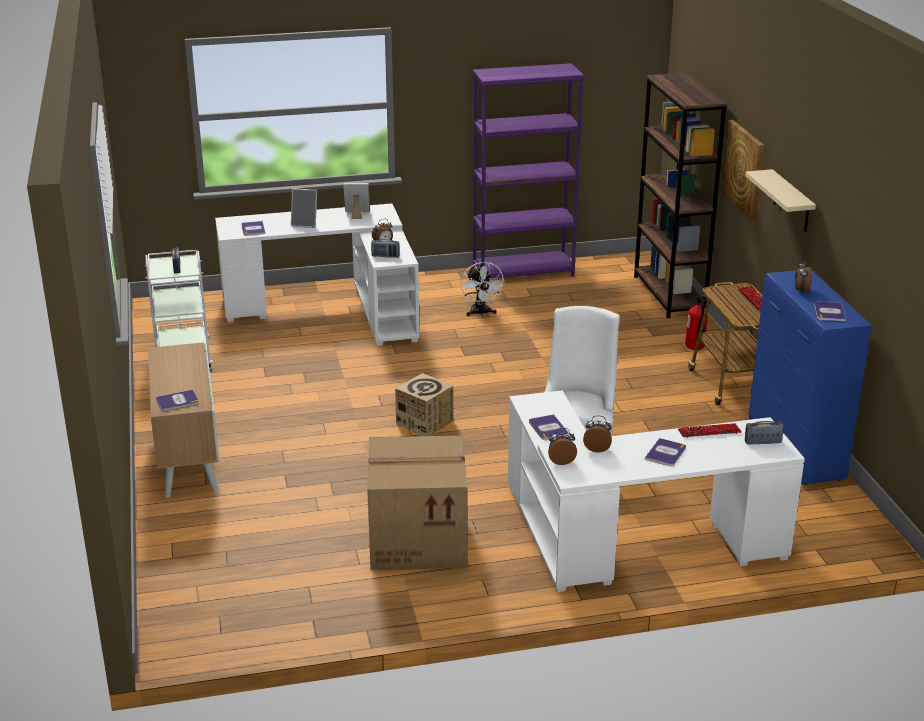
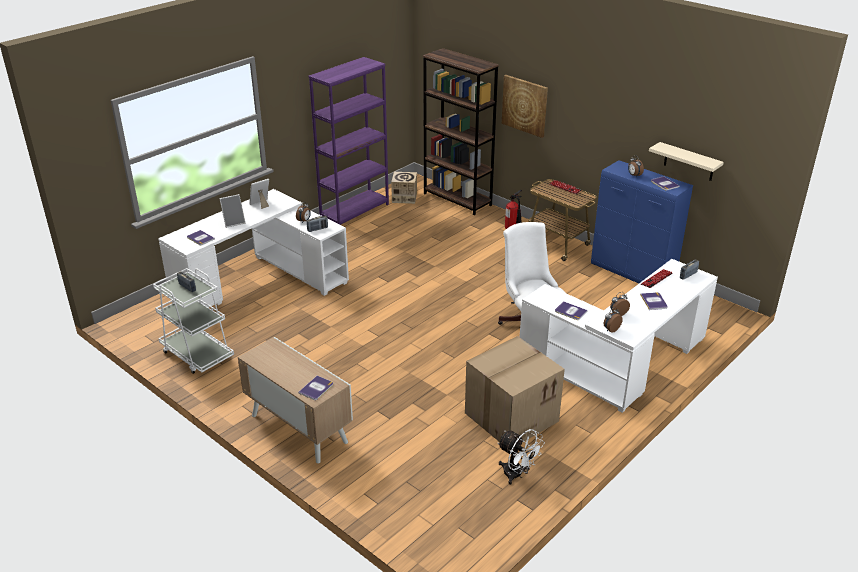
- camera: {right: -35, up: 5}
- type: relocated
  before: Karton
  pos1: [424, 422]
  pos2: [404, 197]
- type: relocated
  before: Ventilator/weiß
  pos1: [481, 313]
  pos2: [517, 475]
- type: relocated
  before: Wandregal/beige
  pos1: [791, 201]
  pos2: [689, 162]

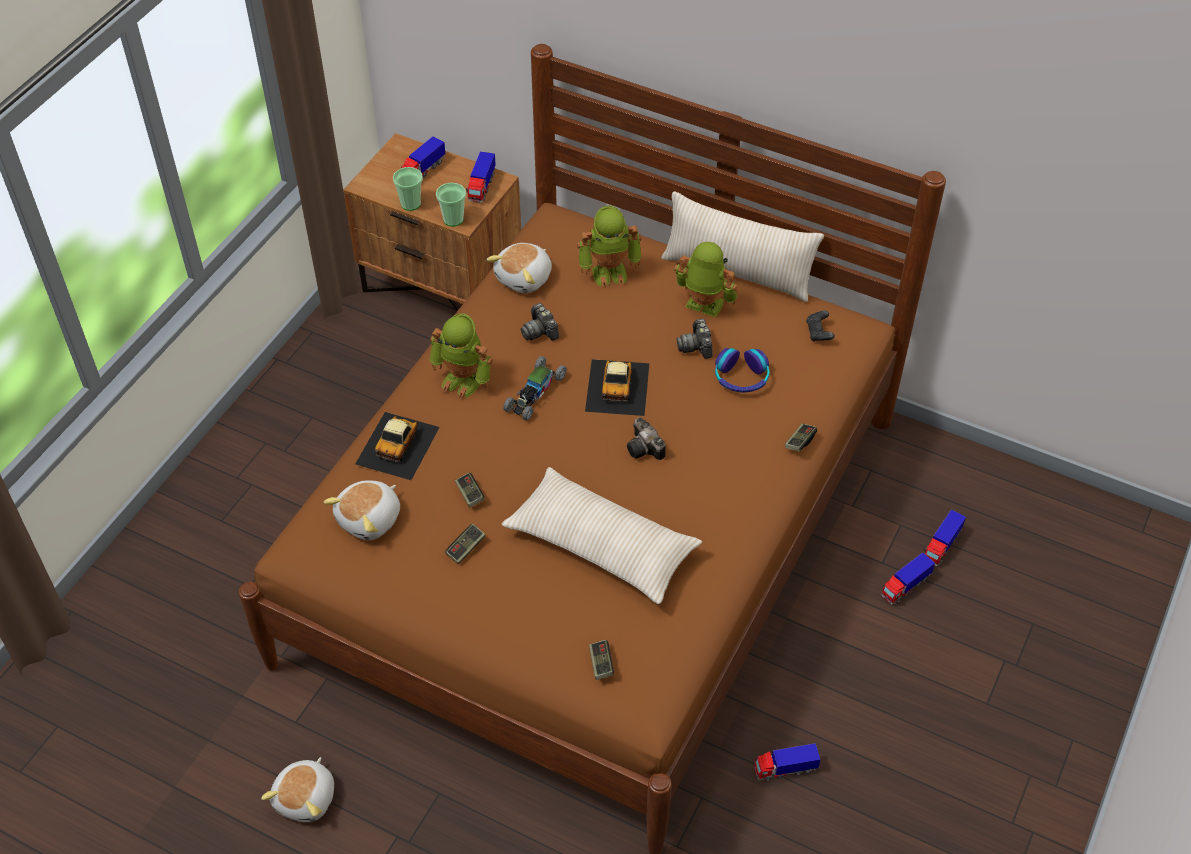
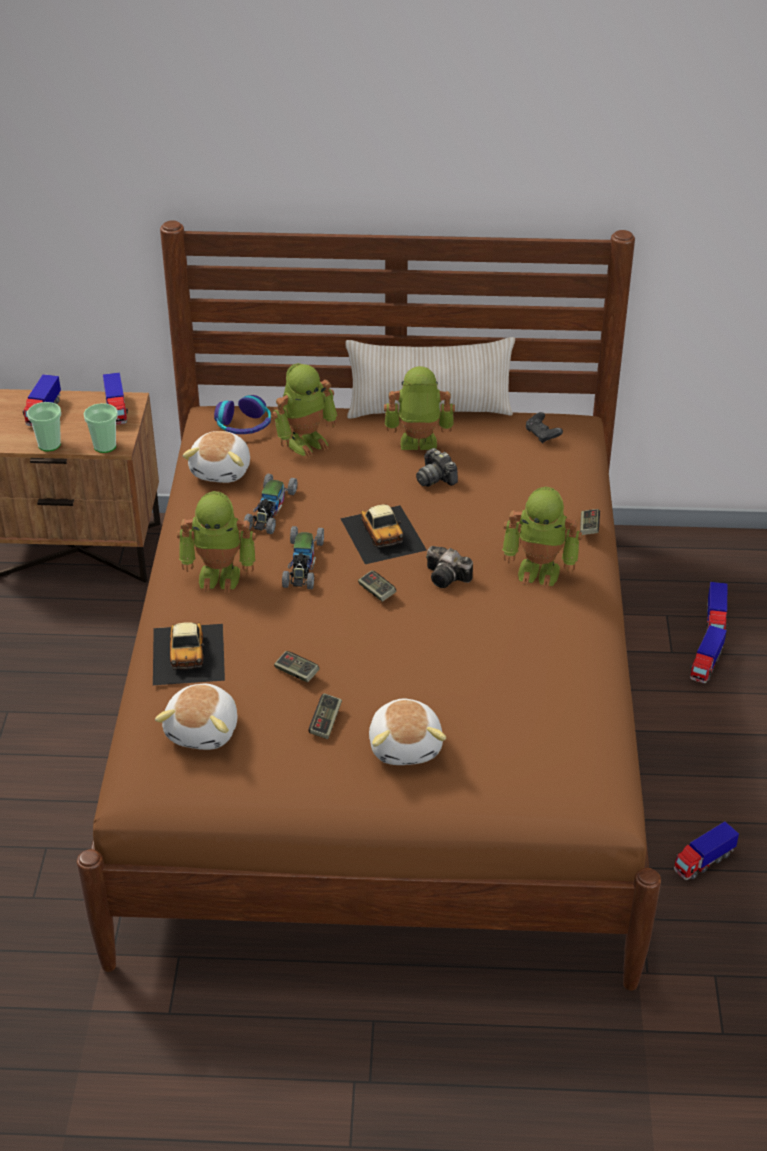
- camera: {right: -25, up: -10}
- type: missing
  before: Kissen/beige
  pos1: [601, 545]
- type: appeared
  after: Spielzeugroboter
  pos2: [540, 570]
- type: relocated
  before: Plüschtier
  pos1: [307, 798]
  pos2: [406, 745]
- type: relocated
  before: Gamepad
  pos1: [601, 663]
  pos2: [377, 592]
- type: relocated
  before: Kopfhörer
  pos1: [741, 377]
  pos2: [244, 425]
- type: exchanged
  before: Kamera
  after: Spielzeugauto
  pos1: [540, 331]
  pos2: [270, 510]

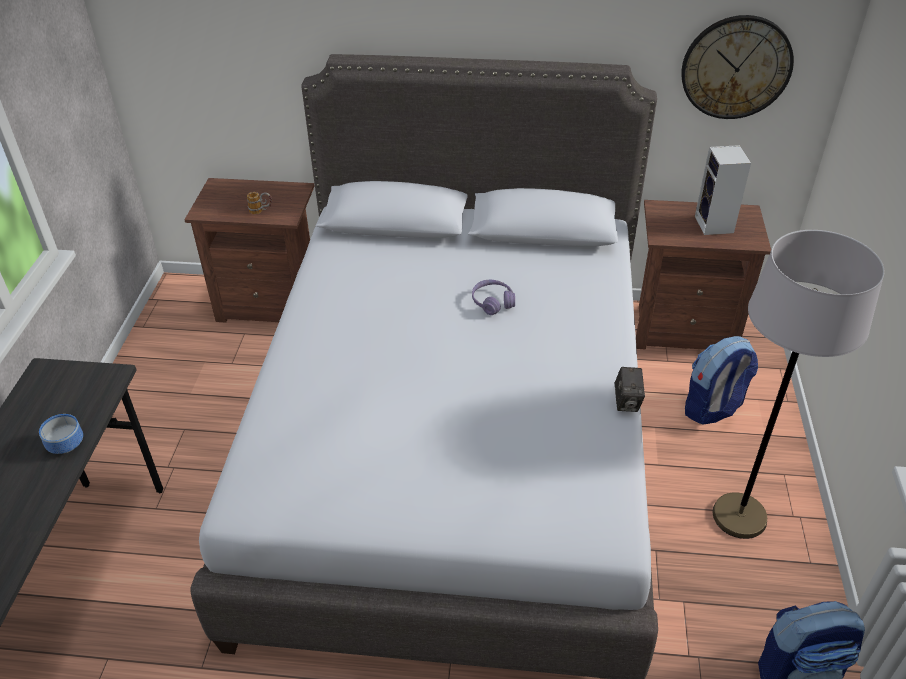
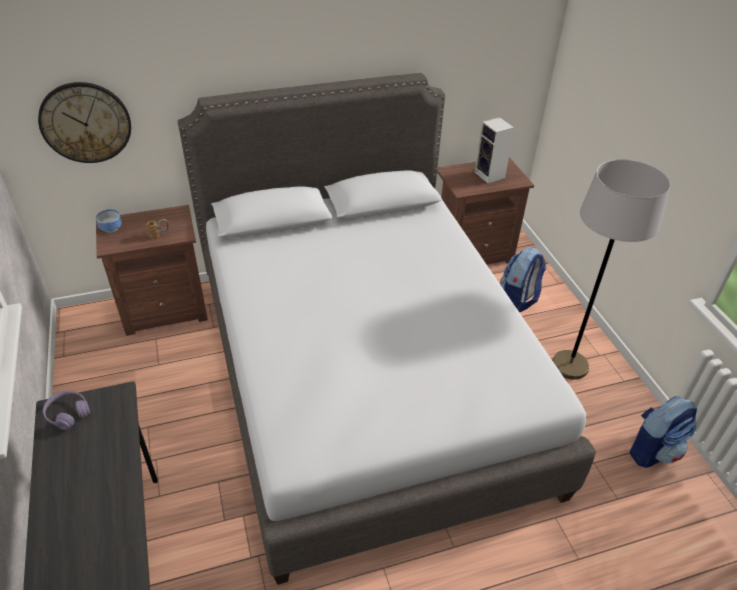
- camera: {right: -25, up: 0}
- type: missing
  before: Kamera
  pos1: [627, 402]
- type: relocated
  before: Schüssel
  pos1: [64, 445]
  pos2: [110, 228]
- type: relocated
  before: Kopfhörer/lila
  pos1: [493, 302]
  pos2: [68, 414]
- type: relocated
  before: Wanduhr
  pos1: [736, 67]
  pos2: [85, 123]

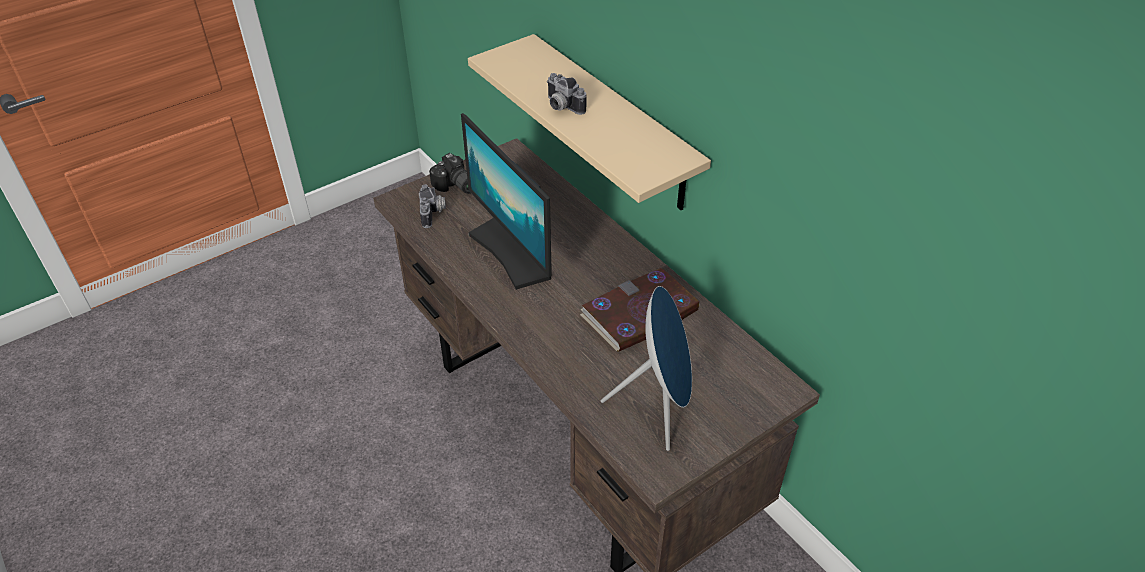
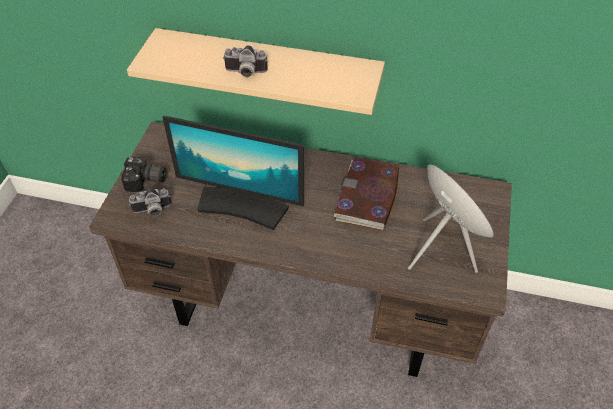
- camera: {right: -40, up: 5}
- type: spun
  before: Kamera
  pos1: [433, 213]
  pos2: [152, 211]
  turn: 120

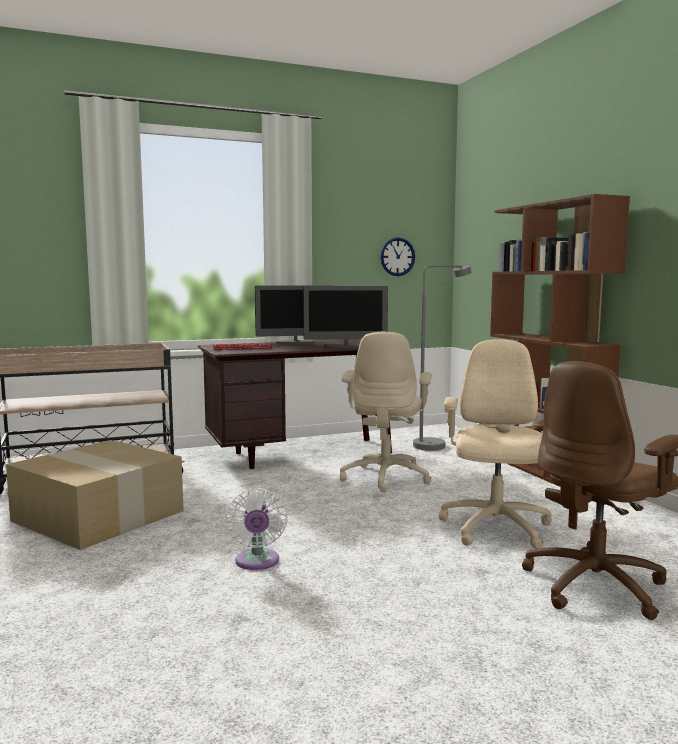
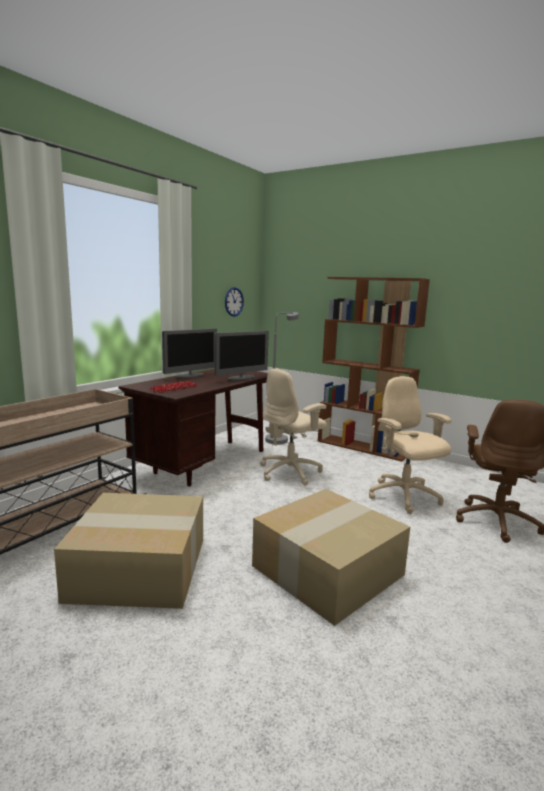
- camera: {right: -35, up: 5}
- type: exchanged
  before: Ventilator/weiß
  after: Karton
  pos1: [257, 562]
  pos2: [327, 568]
- type: spun
  before: Bürostuhl/beige
  pos1: [386, 477]
  pos2: [290, 472]
  turn: 75

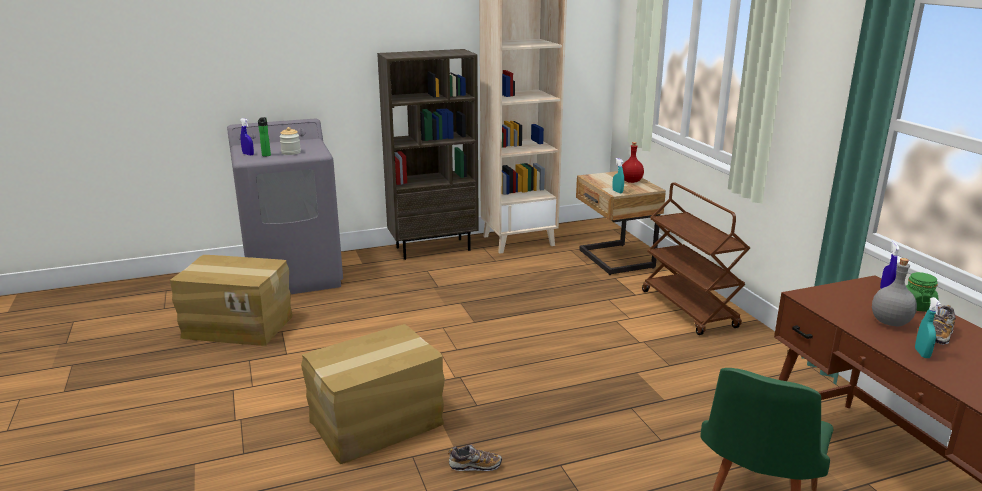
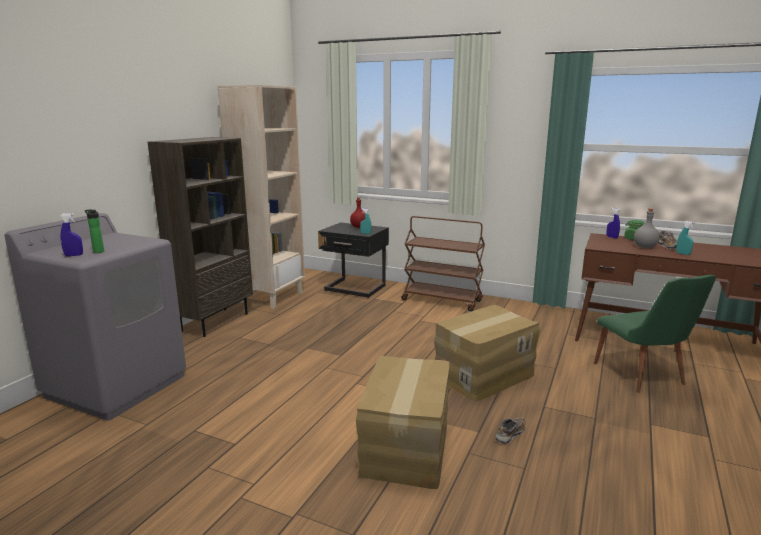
- camera: {right: -45, up: -5}
- type: missing
  before: Vorratsglas
  pos1: [291, 152]
- type: relocated
  before: Karton
  pos1: [238, 326]
  pos2: [483, 375]
- type: colour
  before: Nachttisch/beige
  after: Nachttisch/schwarz
  pos1: [614, 260]
  pos2: [354, 289]

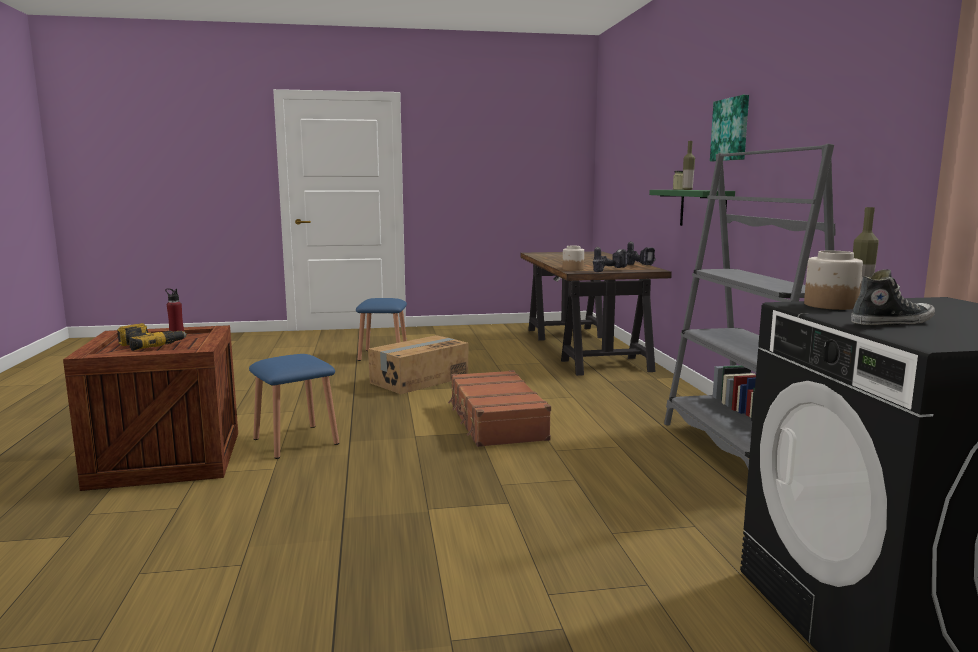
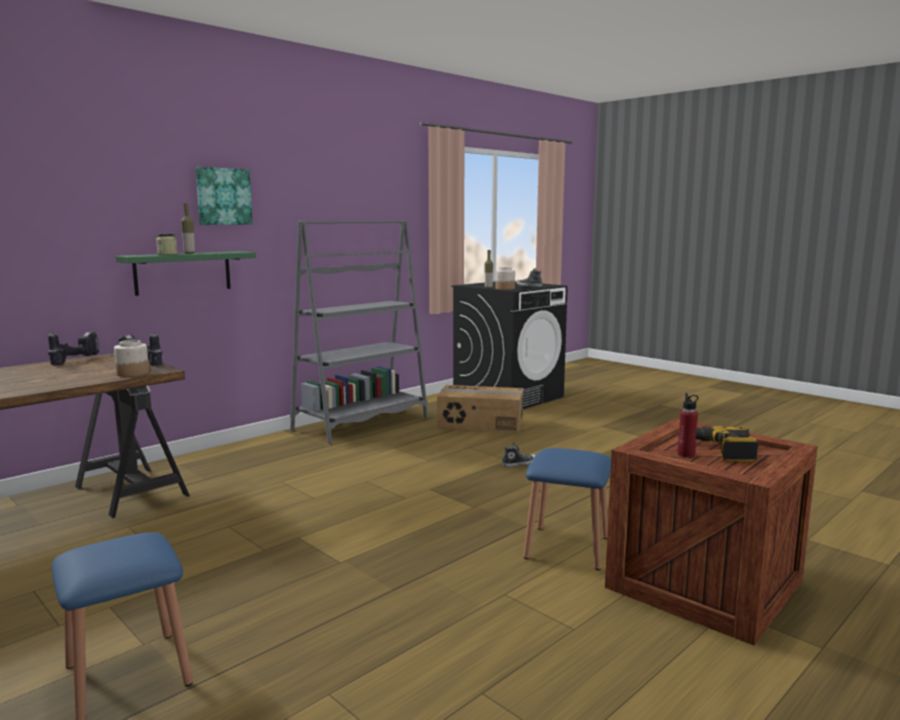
- camera: {right: -125, up: 0}
- type: missing
  before: Koffer/braun
  pos1: [496, 422]
- type: appeared
  after: Schuh
  pos2: [519, 464]
- type: relocated
  before: Karton
  pos1: [419, 380]
  pos2: [481, 424]

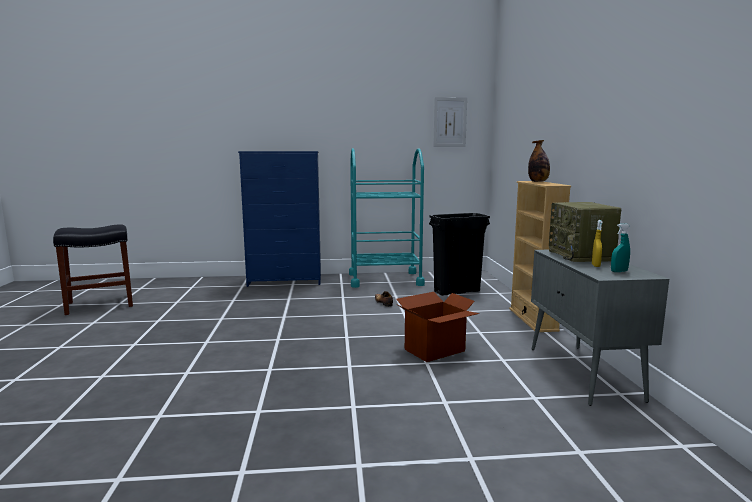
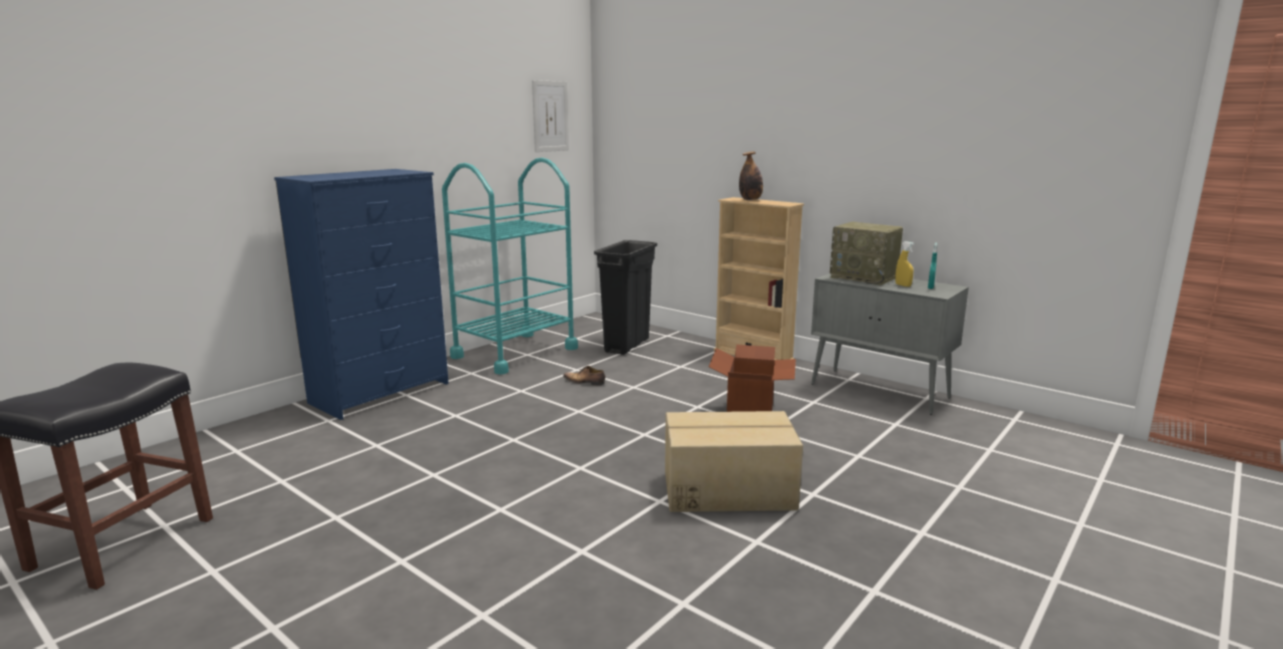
- camera: {right: -45, up: 5}
- type: appeared
  after: Karton
  pos2: [727, 490]

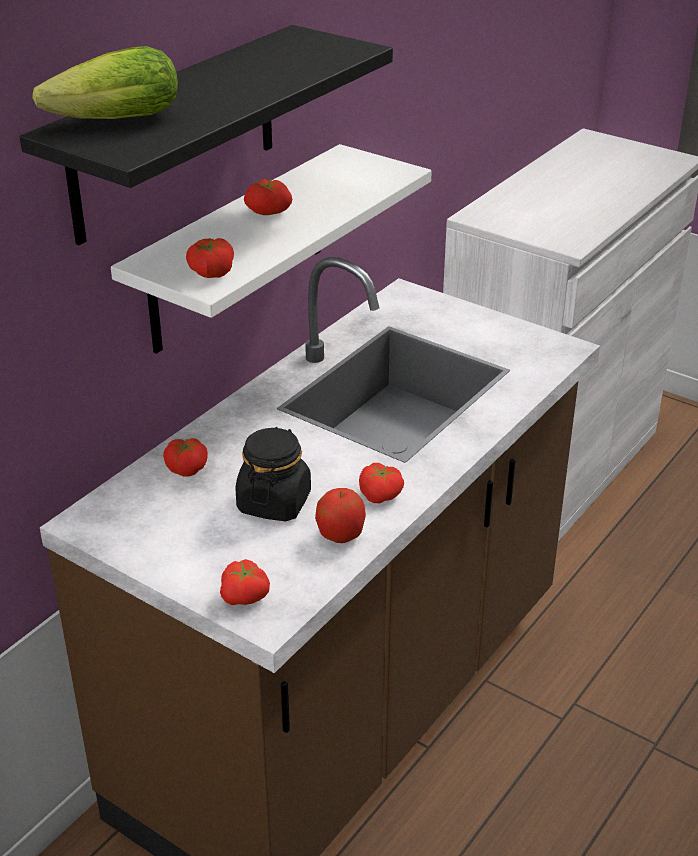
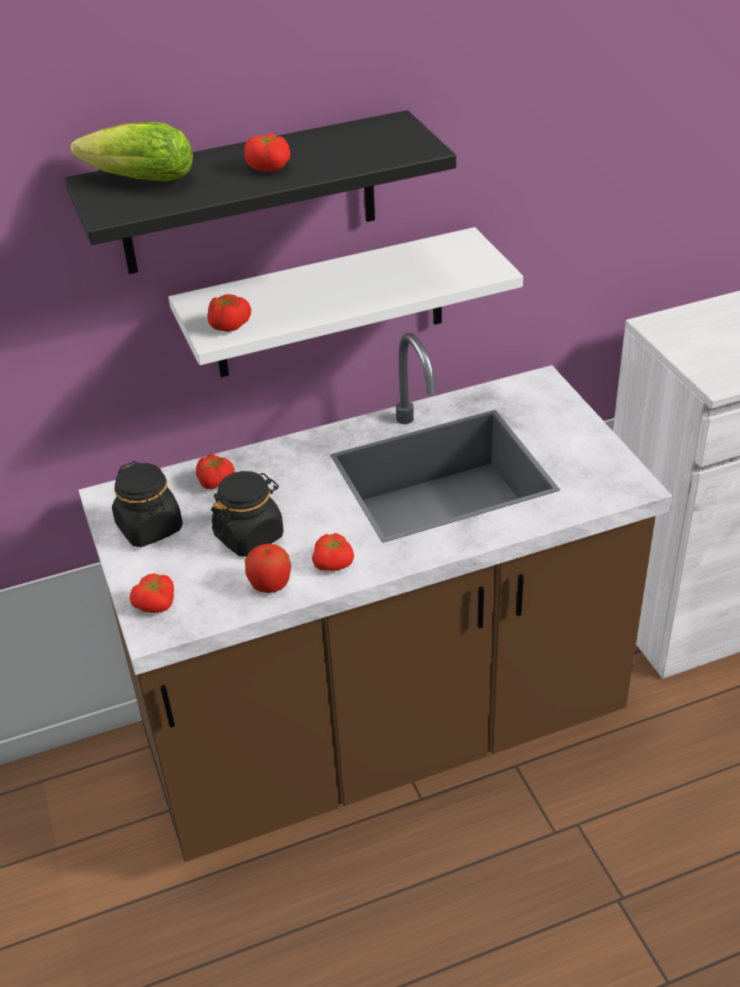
- camera: {right: 35, up: 5}
- type: appeared
  after: Vorratsglas/schwarz
  pos2: [150, 528]
- type: relocated
  before: Tomate
  pos1: [268, 210]
  pos2: [270, 167]

